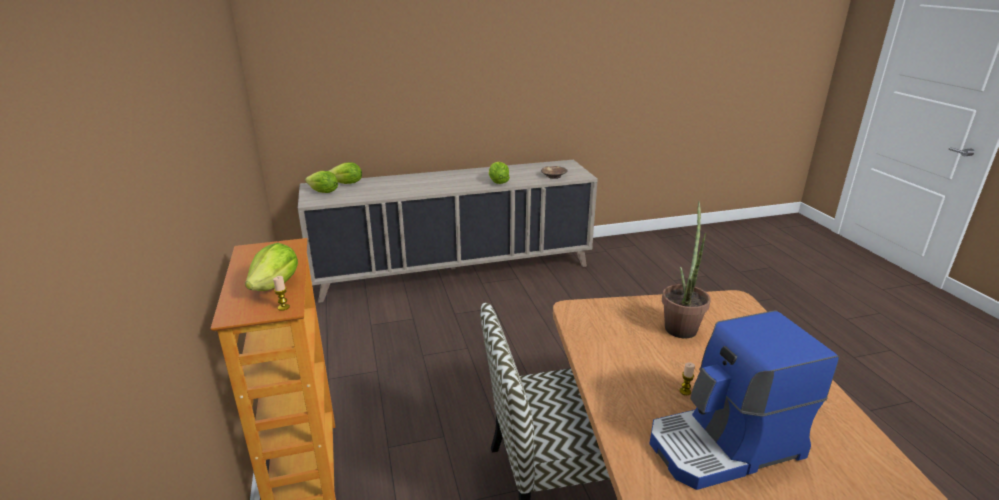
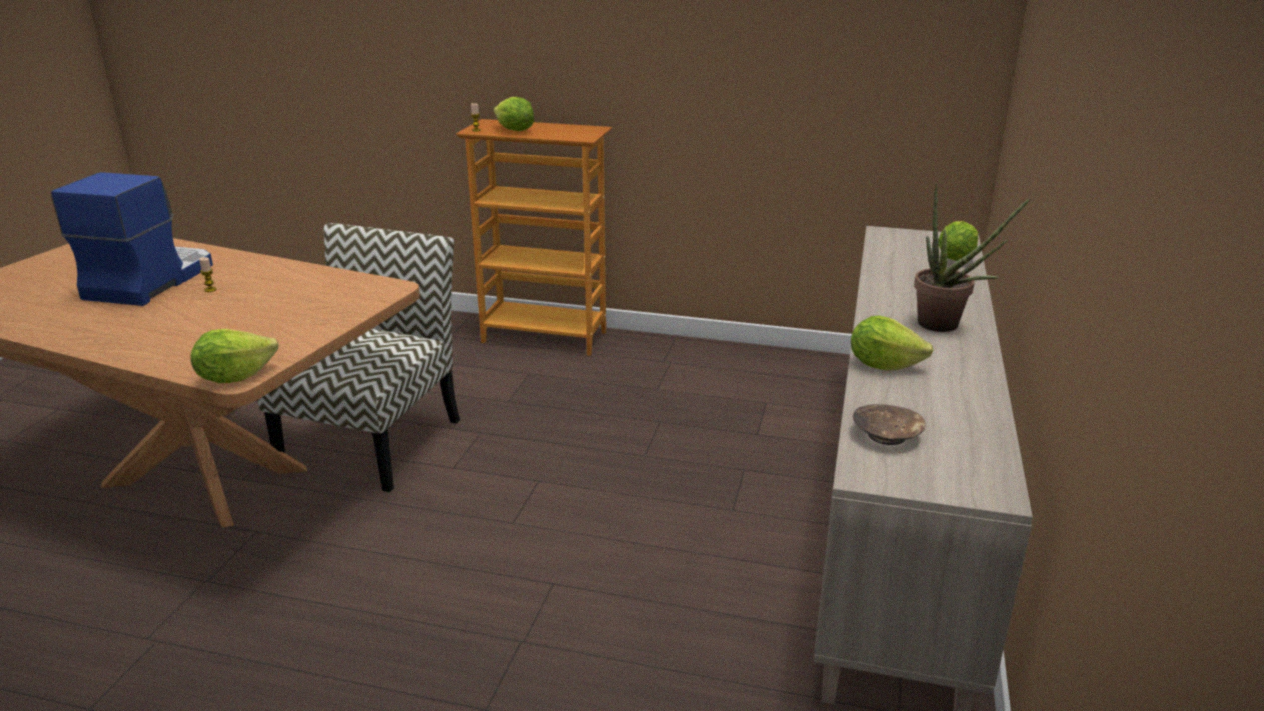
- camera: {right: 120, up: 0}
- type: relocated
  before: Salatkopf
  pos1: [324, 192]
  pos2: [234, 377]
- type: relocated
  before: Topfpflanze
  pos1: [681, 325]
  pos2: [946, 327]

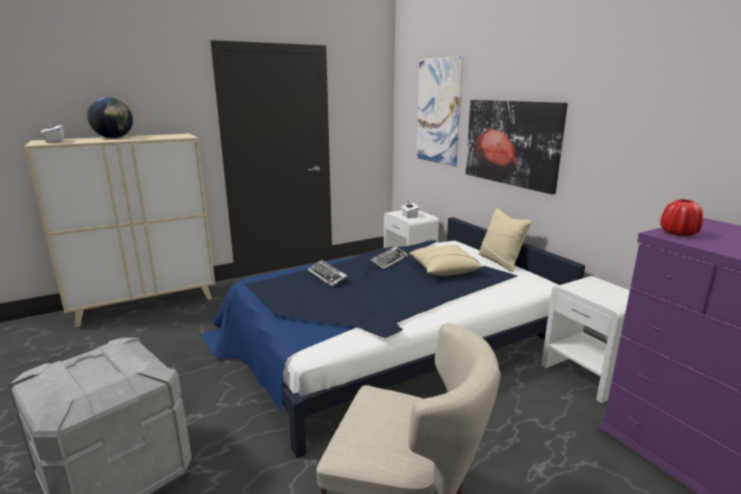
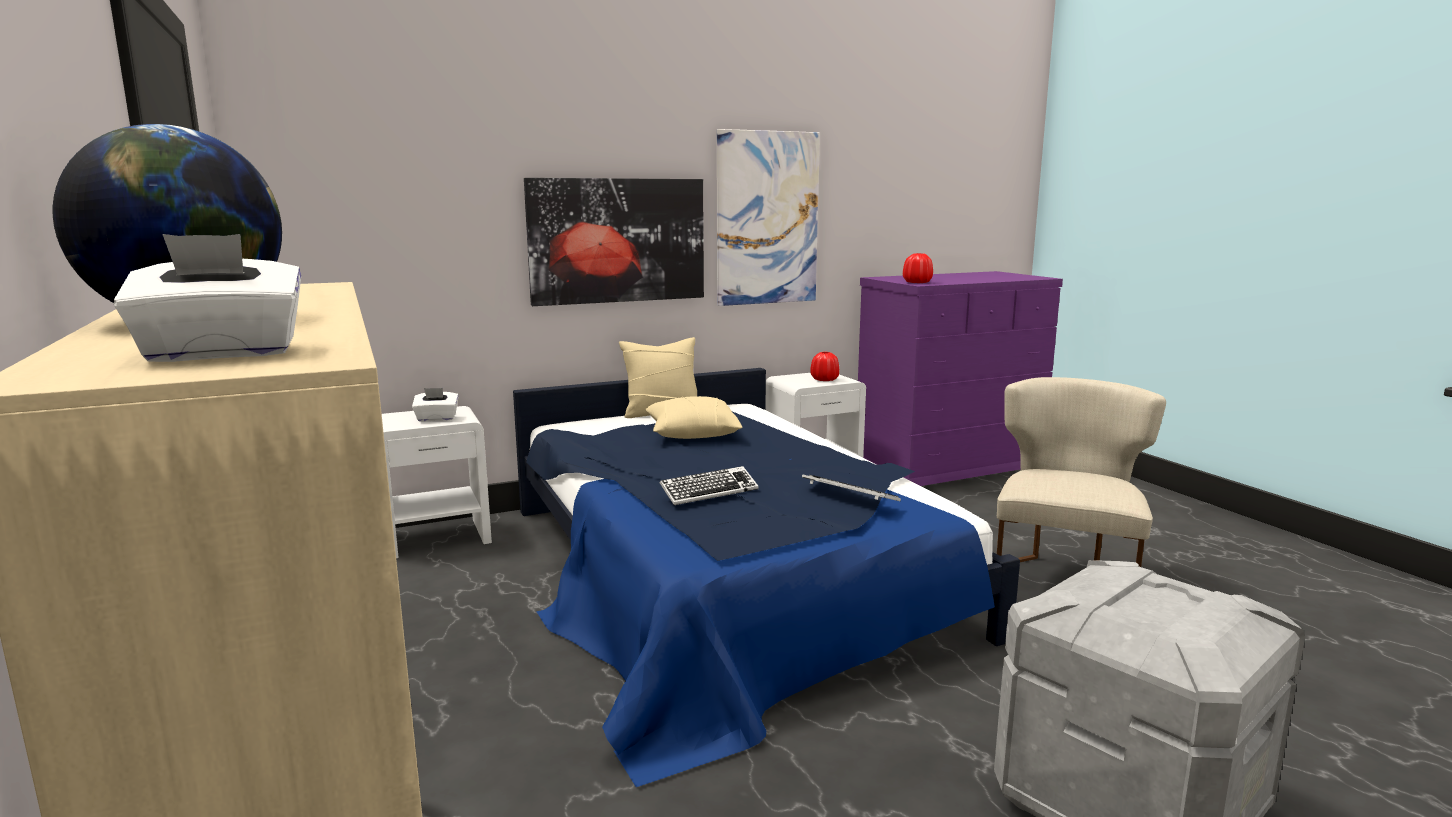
- camera: {right: -85, up: -5}
- type: appeared
  after: Vase/rot
  pos2: [824, 379]
- type: relocated
  before: Tastatur
  pos1: [389, 260]
  pos2: [849, 495]
- type: relocated
  before: Bild
  pos1: [438, 111]
  pos2: [767, 218]

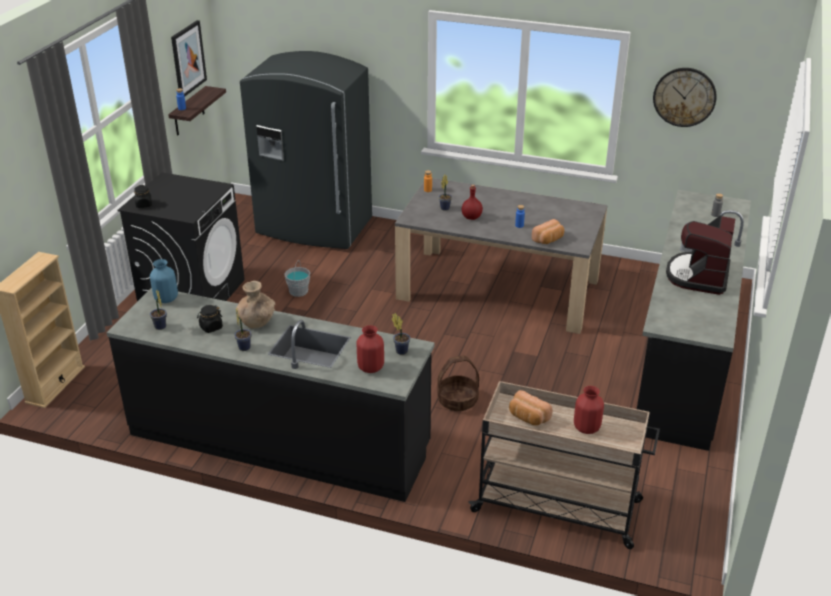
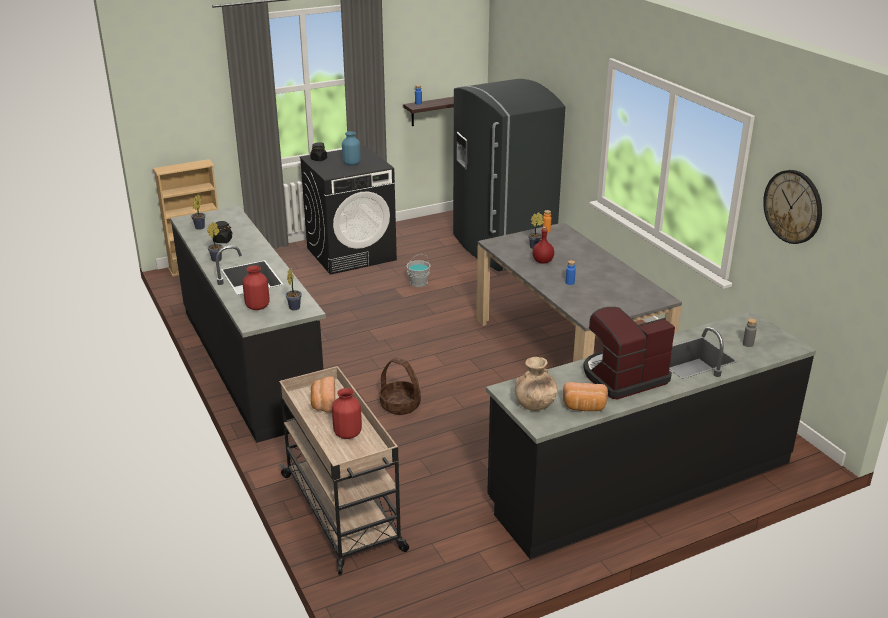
- camera: {right: 45, up: -5}
- type: missing
  before: Bild
  pos1: [188, 59]
- type: relocated
  before: Vase/blau
  pos1: [166, 299]
  pos2: [351, 164]
- type: relocated
  before: Vase/braun
  pos1: [257, 322]
  pos2: [535, 404]
- type: relocated
  before: Brot
  pos1: [548, 240]
  pos2: [584, 407]

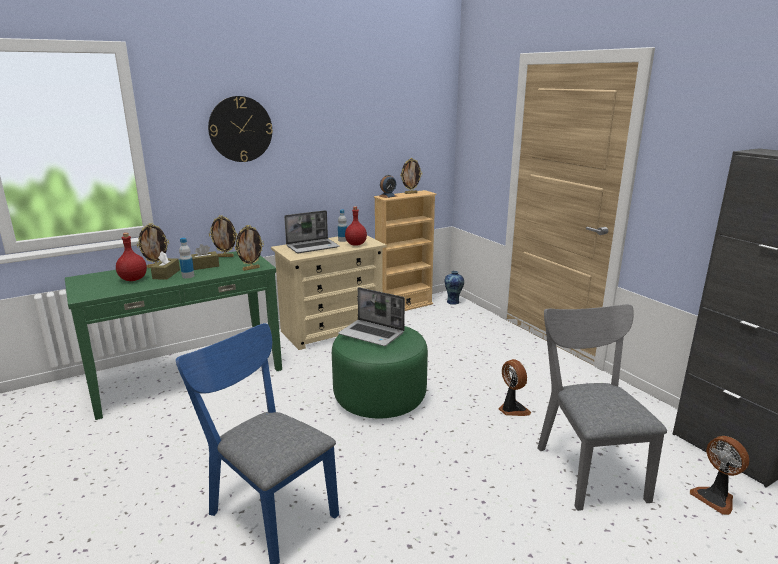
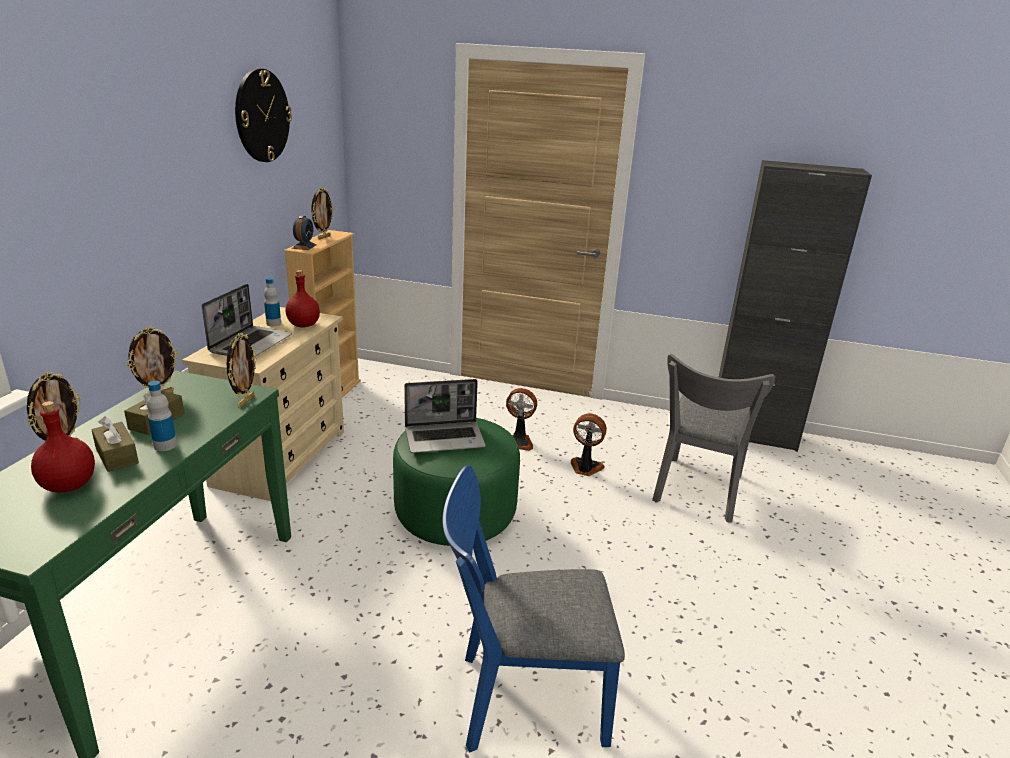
- camera: {right: -45, up: 5}
- type: missing
  before: Vase
  pos1: [453, 302]
- type: relocated
  before: Wanduhr
  pos1: [240, 129]
  pos2: [262, 116]
- type: relocated
  before: Ventilator
  pos1: [715, 498]
  pos2: [518, 442]
- type: spun
  before: Stuhl/grau
  pos1: [587, 467]
  pos2: [697, 492]
  turn: -105

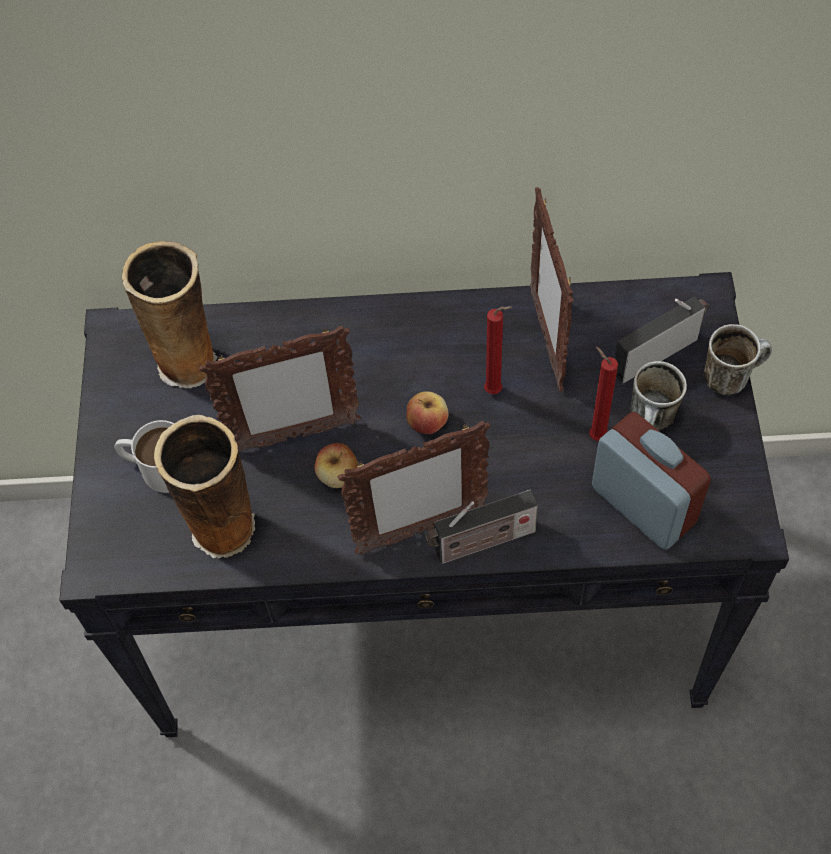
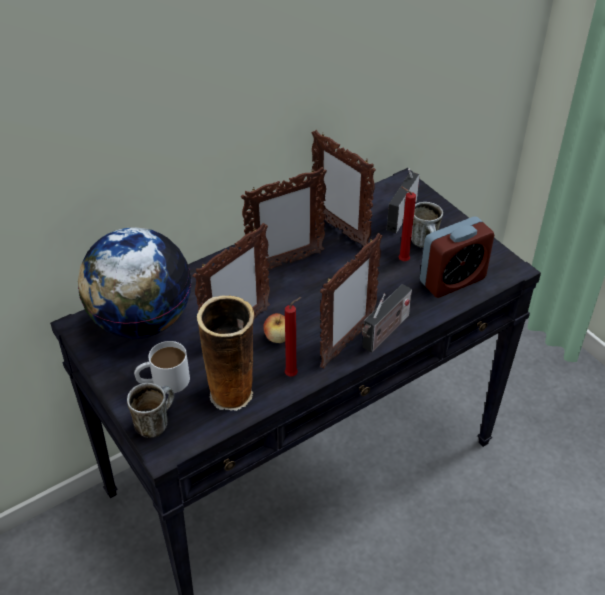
- camera: {right: -35, up: -15}
- type: missing
  before: Apfel
  pos1: [427, 423]
- type: appeared
  after: Bilderrahmen
  pos2: [285, 263]
- type: relocated
  before: Kerze/rot
  pos1: [496, 391]
  pos2: [293, 374]
- type: relocated
  before: Henkelbecher
  pos1: [731, 376]
  pos2: [155, 422]
- type: exchanged
  before: Vase
  after: Globus
  pos1: [190, 362]
  pos2: [141, 321]
- type: spun
  before: Wecker
  pos1: [643, 505]
  pos2: [452, 280]
  turn: 135

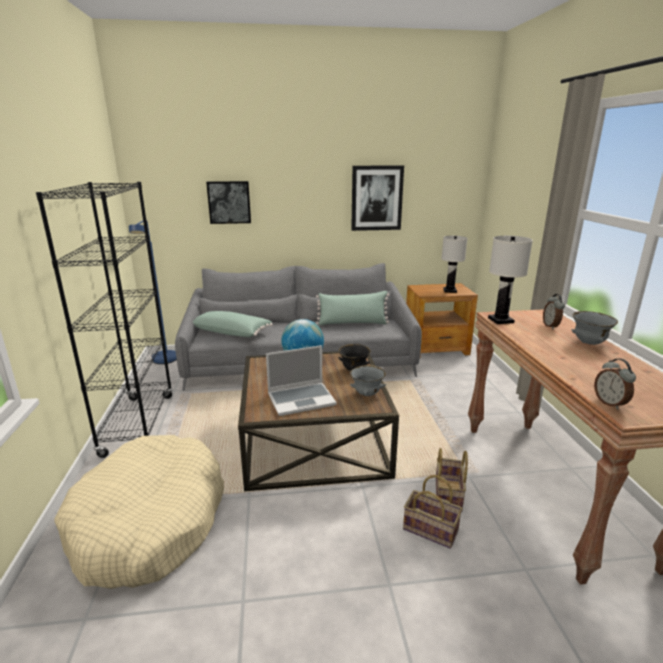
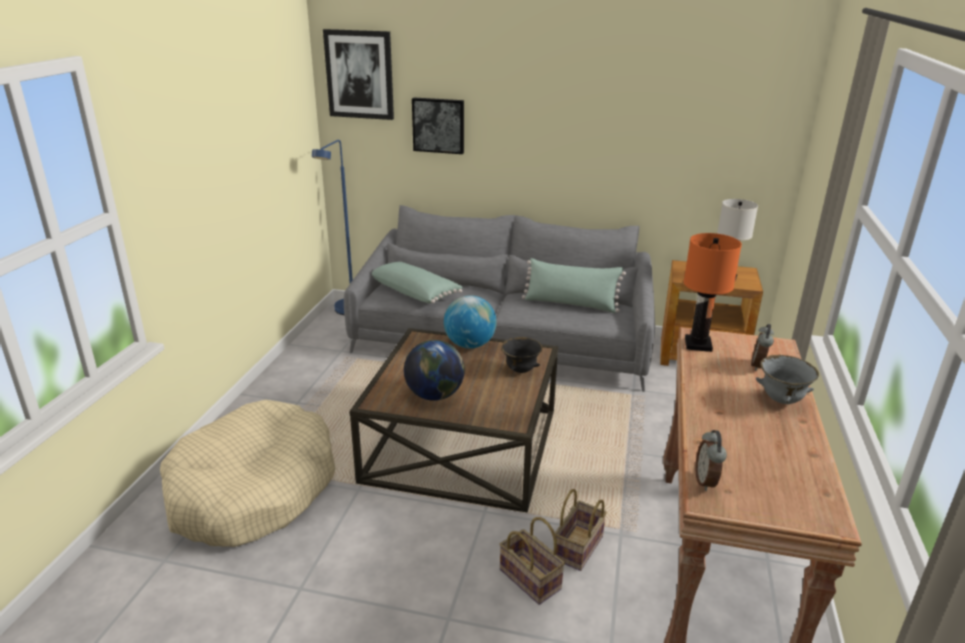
- camera: {right: 20, up: 5}
- type: missing
  before: Bücherregal/schwarz
  pos1: [139, 424]
- type: missing
  before: Schüssel/grau
  pos1: [367, 394]
- type: relocated
  before: Bild
  pos1: [376, 198]
  pos2: [359, 74]
- type: exchanged
  before: Laptop
  after: Globus
  pos1: [302, 399]
  pos2: [435, 395]
- type: colour
  before: Tischlampe/weiß
  after: Tischlampe/orange
  pos1: [500, 320]
  pos2: [697, 345]

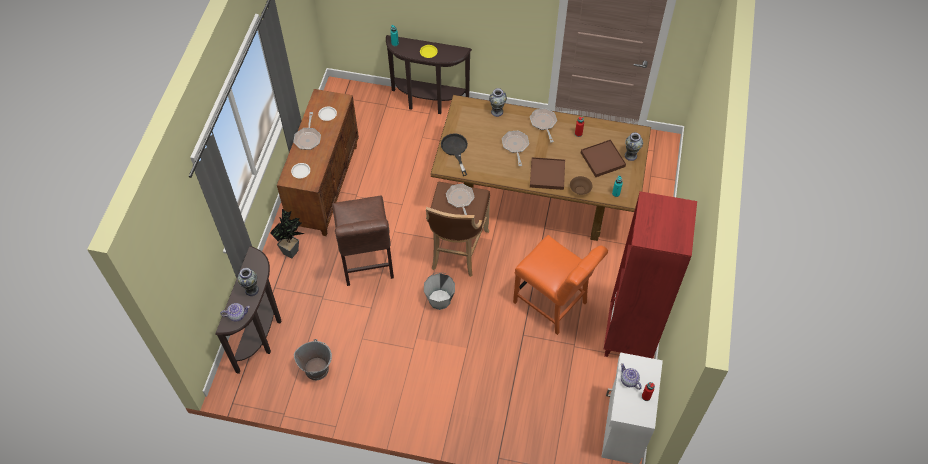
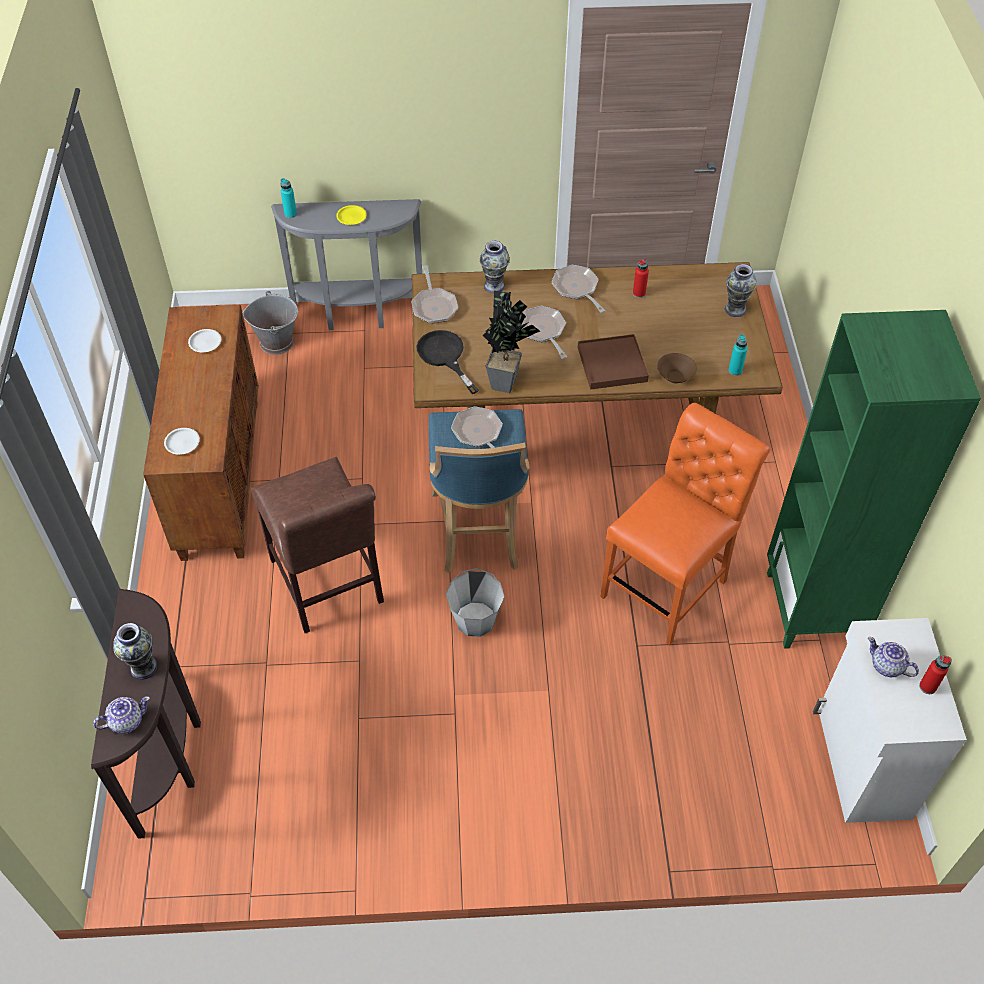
- camera: {right: -15, up: -5}
- type: missing
  before: Tablett/braun
  pos1: [602, 159]
- type: relocated
  before: Topfpflanze
  pos1: [293, 251]
  pos2: [507, 381]
- type: relocated
  before: Pfanne
  pos1: [308, 138]
  pos2: [434, 306]
- type: relocated
  before: Eimer/grau
  pos1: [317, 369]
  pos2: [277, 342]
- type: colour
  before: Konsolentisch/braun
  after: Konsolentisch/grau
  pos1: [428, 103]
  pos2: [357, 315]
- type: colour
  before: Hocker/braun
  after: Hocker/blau
  pos1: [457, 251]
  pos2: [479, 533]
- type: colour
  before: Bücherregal/rot
  after: Bücherregal/grün
  pos1: [629, 337]
  pos2: [812, 608]
- type: spun
  before: Stuhl/orange
  pos1: [553, 305]
  pos2: [669, 584]
  turn: -75

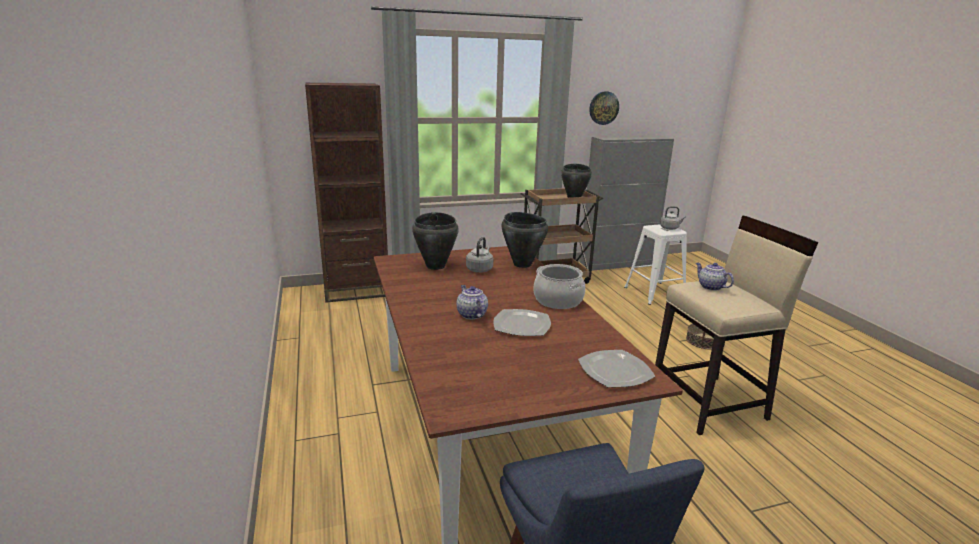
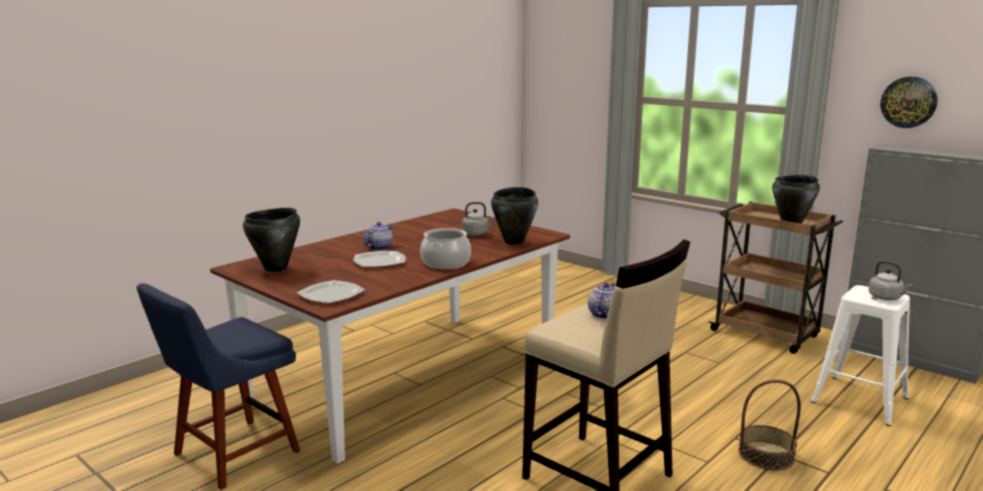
- camera: {right: 60, up: -5}
- type: missing
  before: Bücherregal/braun
  pos1: [356, 291]
- type: relocated
  before: Kochtopf/schwarz
  pos1: [436, 266]
  pos2: [276, 268]

